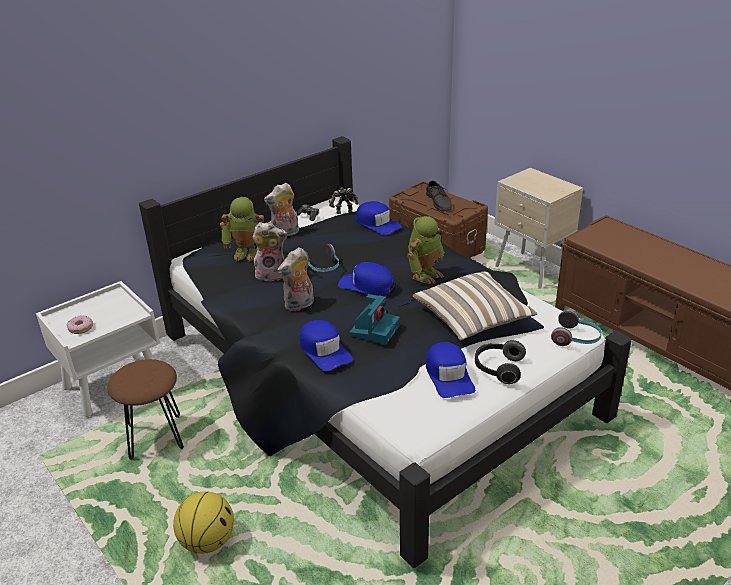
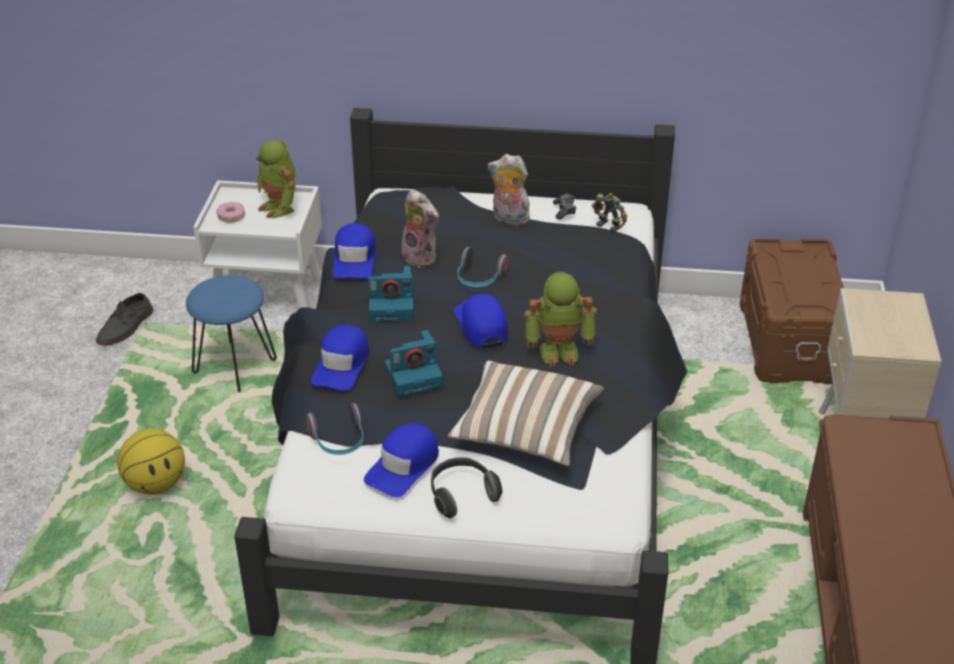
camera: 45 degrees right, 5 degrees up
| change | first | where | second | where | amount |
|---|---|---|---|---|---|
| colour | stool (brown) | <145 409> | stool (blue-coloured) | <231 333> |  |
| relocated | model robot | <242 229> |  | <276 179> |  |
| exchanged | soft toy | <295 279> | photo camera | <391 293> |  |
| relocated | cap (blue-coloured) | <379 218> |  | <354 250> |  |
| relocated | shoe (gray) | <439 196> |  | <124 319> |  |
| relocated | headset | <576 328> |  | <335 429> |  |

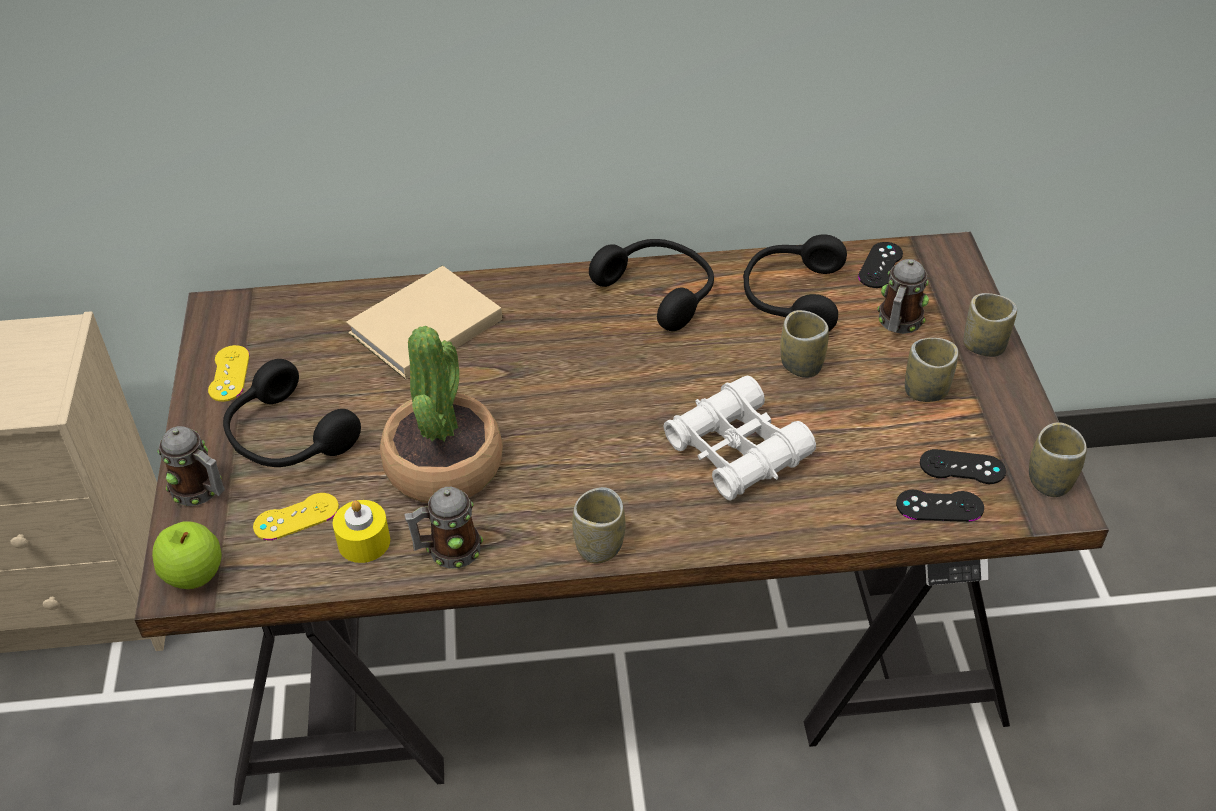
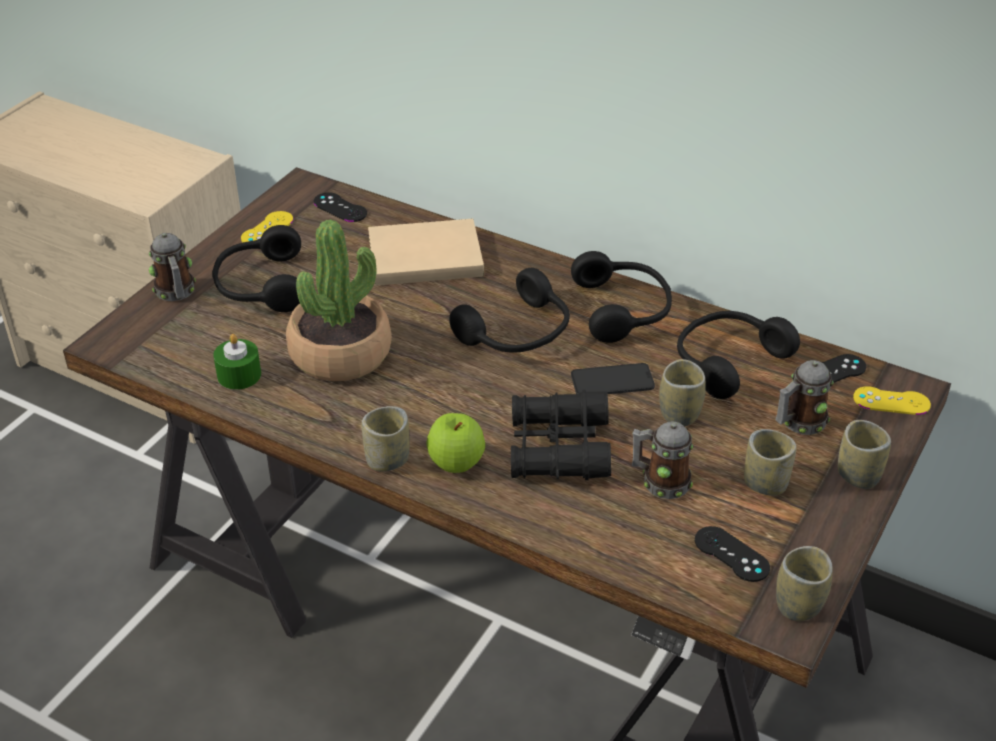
camera: 35 degrees right, 5 degrees down
| change | first | where | second | where | amount |
|---|---|---|---|---|---|
| relocated | apple fruit | <187 555> |  | <456 443> |  |
| relocated | joypad (yellow) | <296 516> |  | <892 400> |  |
| colour | wax light (yellow) | <361 531> | wax light (green-coloured) | <237 362> |  |
| relocated | coffee mug | <443 528> |  | <662 460> |  |
| colour | pair of binoculars (whitish) | <739 438> | pair of binoculars (black-coloured) | <561 435> |  |
| relocated | joypad (black-coloured) | <940 506> |  | <340 207> |  |
| appeared |  |  | headset (black-coloured) | <509 310> |  |
| appeared |  |  | phone | <613 378> |  |

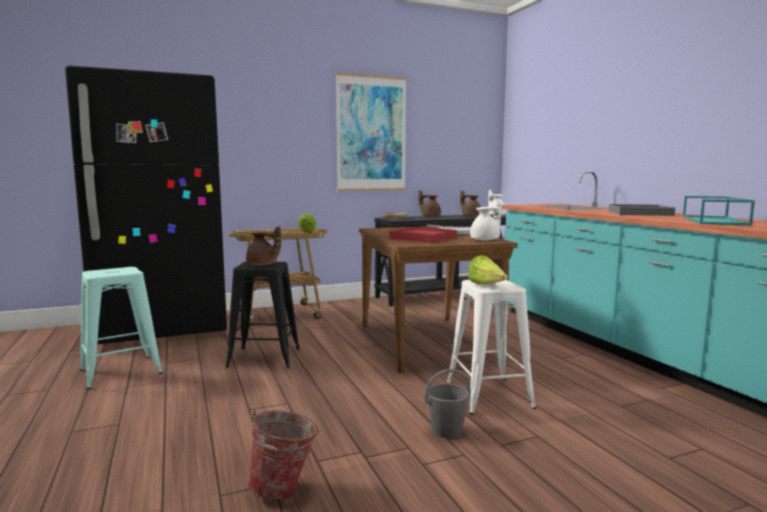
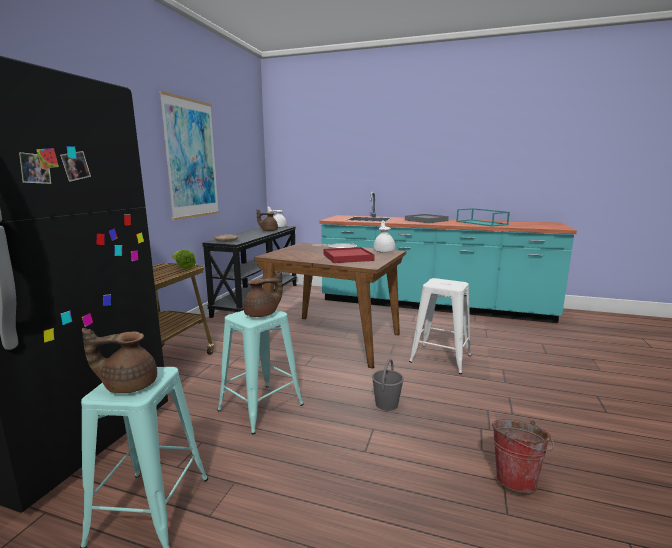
camera: 50 degrees left, 5 degrees up
| change | first | where | second | where | amount |
|---|---|---|---|---|---|
| colour | stool (black-coloured) | <262 315> | stool (turquoise) | <260 372> |  |
| relocated | tea pot (brown) | <430 203> |  | <119 360> |  |
| relocated | bucket (gray) | <448 403> |  | <388 385> |  |
| missing | lettuce | <488 270> |  |  |  |

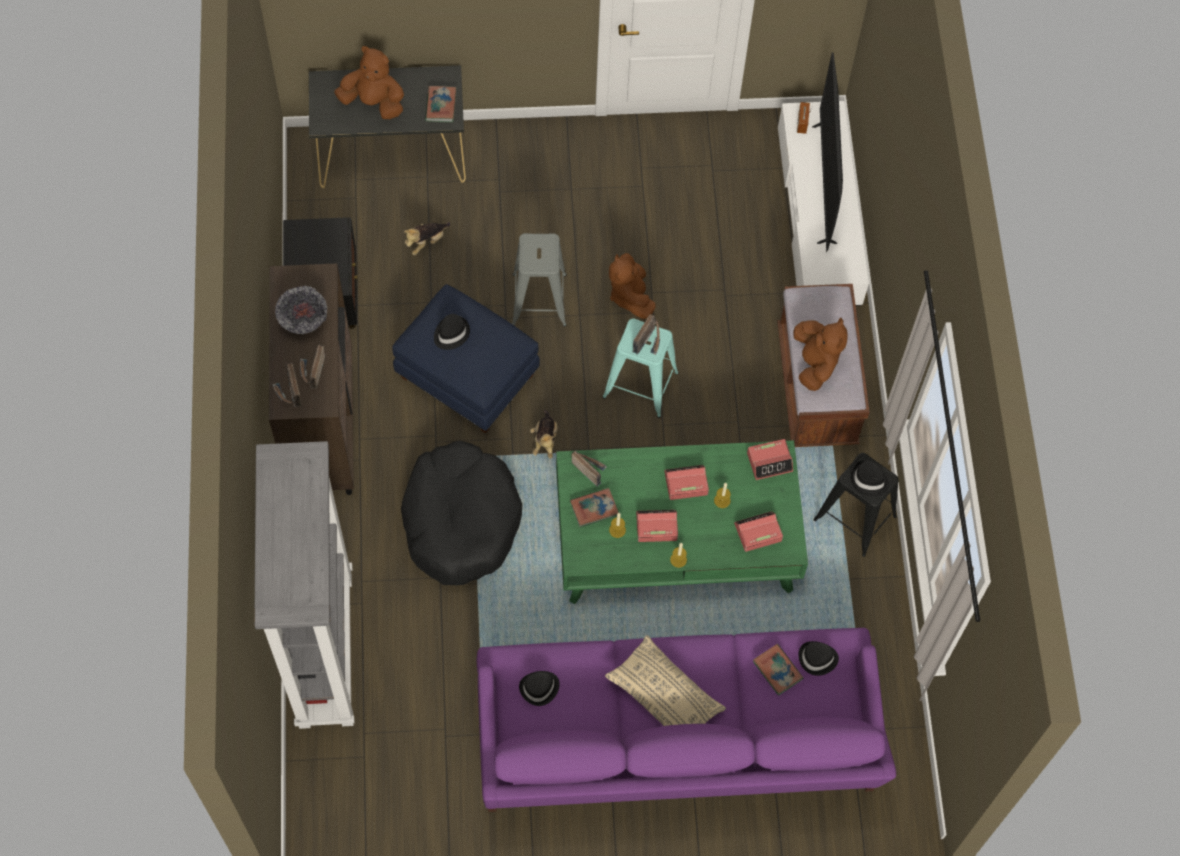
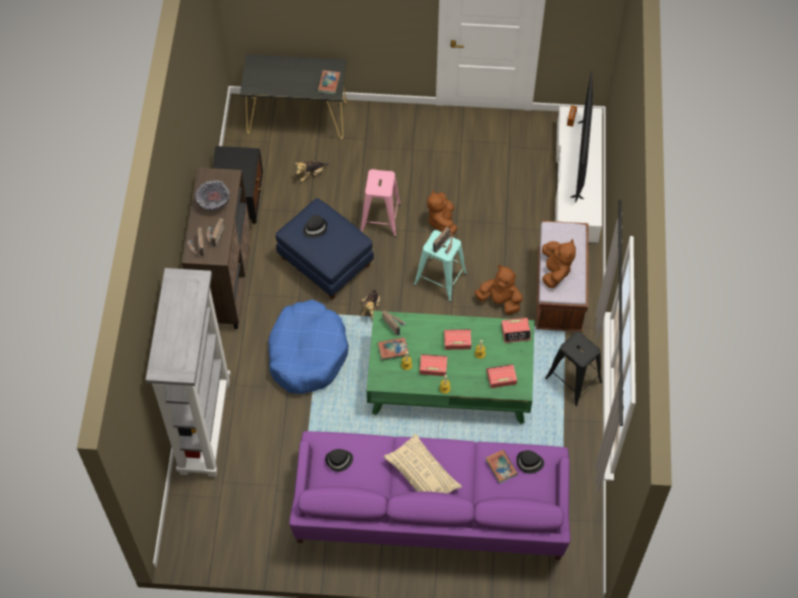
camera: 10 degrees right, 5 degrees down
| change | first | where | second | where | amount |
|---|---|---|---|---|---|
| relocated | soft toy (brown) | <369 82> |  | <499 289> |  |
| colour | pet bed (black-coloured) | <461 512> | pet bed (blue-coloured) | <308 347> |  |
| colour | stool (gray) | <539 280> | stool (pinkish) | <381 203> |  |
| missing | clothing hat (black-coloured) | <870 478> |  |  |  |

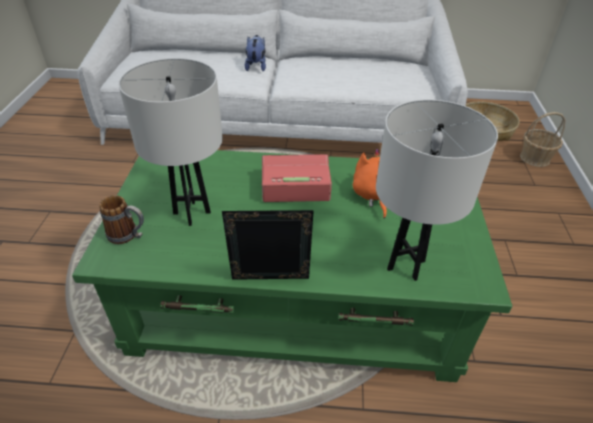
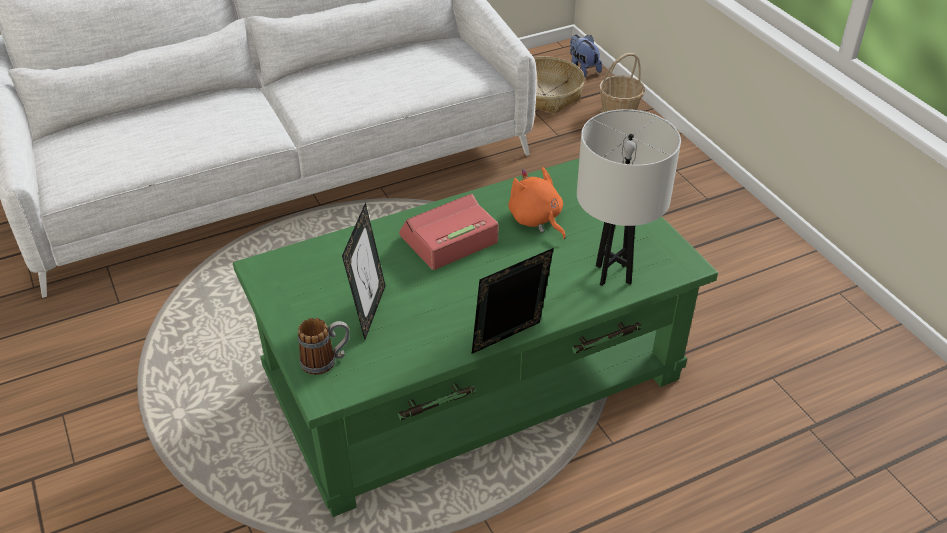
camera: 30 degrees left, 0 degrees up
| change | first | where | second | where | amount |
|---|---|---|---|---|---|
| exchanged | table lamp (whitish) | <171 142> | standing frame | <364 270> |  |
| relocated | soft toy | <255 53> |  | <586 56> |  |

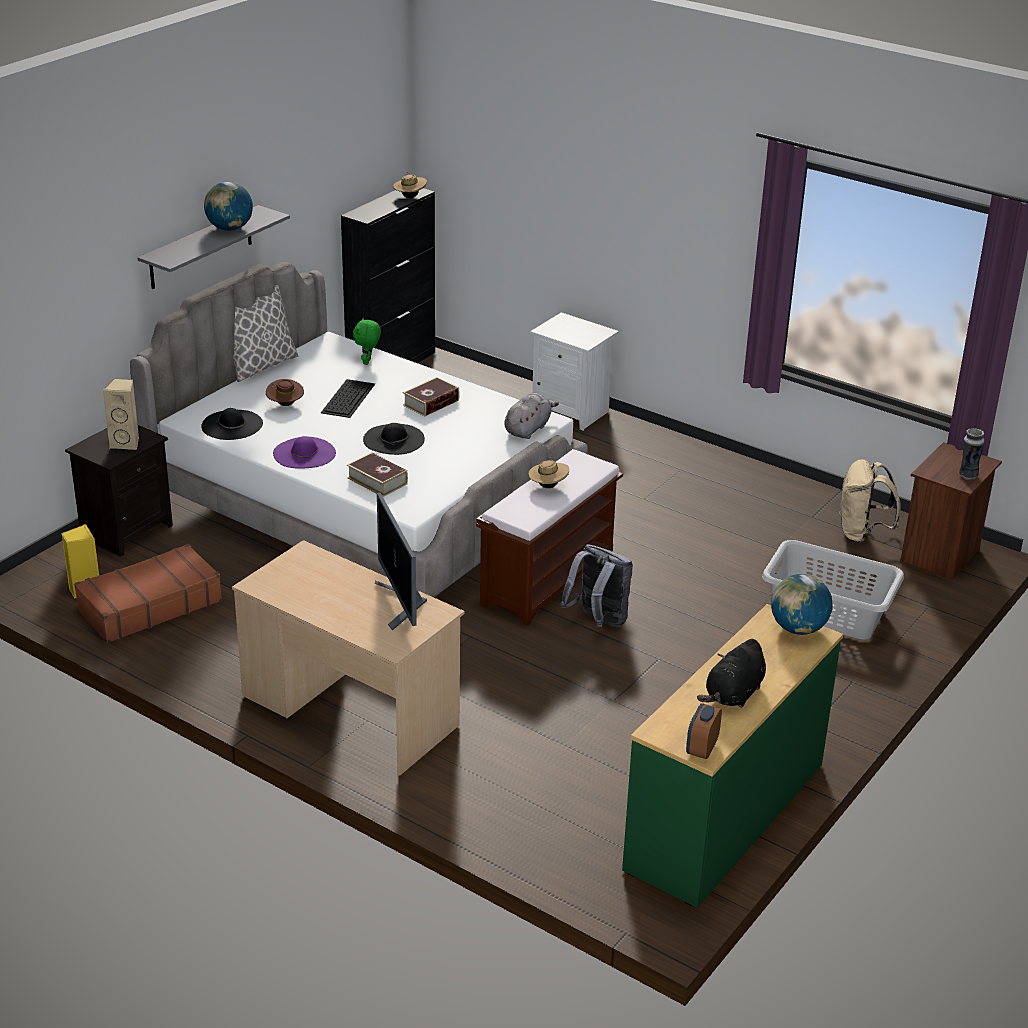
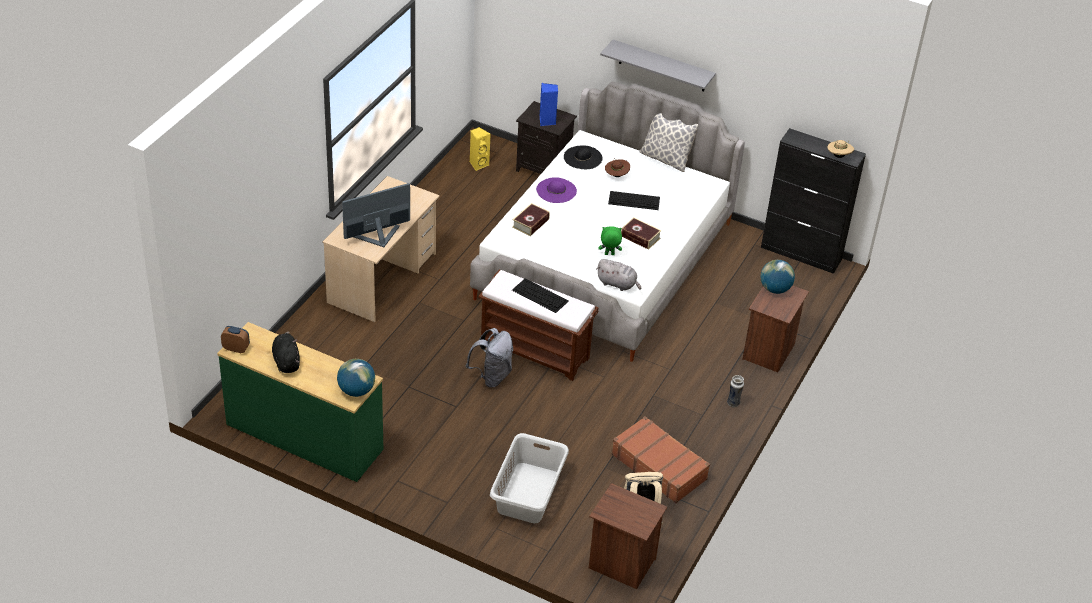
camera: 80 degrees right, 10 degrees up
| change | first | where | second | where | amount |
|---|---|---|---|---|---|
| relocated | piece of luggage (brown) | <148 593> |  | <660 459> |  |
| colour | loudspeaker (beige-coloured) | <120 414> | loudspeaker (blue-coloured) | <549 104> |  |
| relocated | desk globe | <228 206> |  | <777 277> |  |
| relocated | soft toy (green-coloured) | <367 341> |  | <610 240> |  |
| missing | clothing hat (black-coloured) | <394 439> |  |  |  |
| exchanged | clothing hat (beige-coloured) | <548 473> | PC keyboard | <540 296> |  |
| colour | nightstand (whitish) | <574 371> | nightstand (brown) | <775 328> |  |
| spun | soft toy (black-coloured) | <731 673> |  | <286 352> | 45 degrees clockwise |
| relocated | vase | <971 454> |  | <735 391> |  |

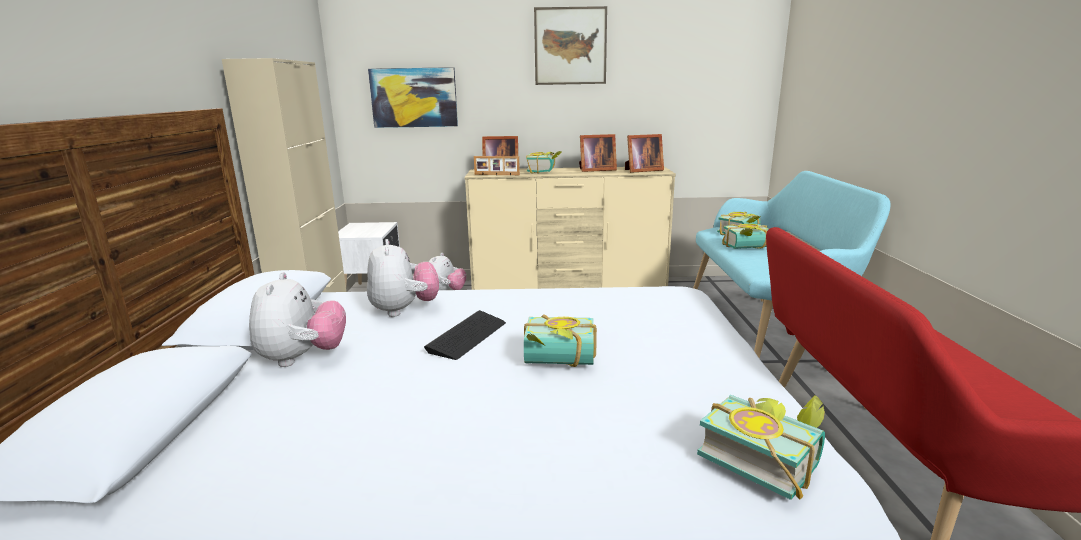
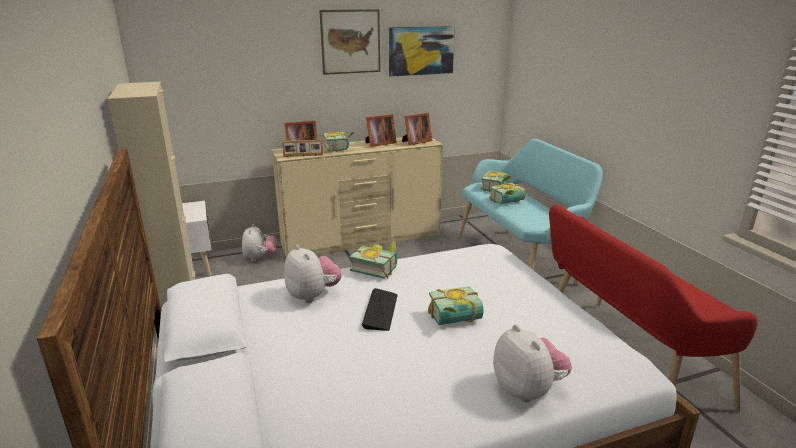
camera: 20 degrees left, 5 degrees up
| change | first | where | second | where | amount |
|---|---|---|---|---|---|
| relocated | soft toy | <297 319> |  | <532 363> |  |
| relocated | wall picture | <413 97> |  | <422 51> |  |
| relocated | bound book | <761 447> |  | <373 260> |  |

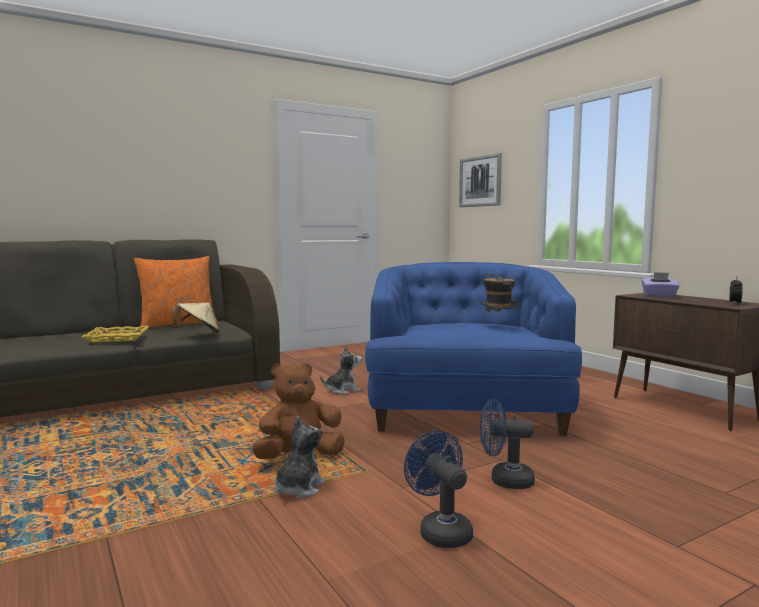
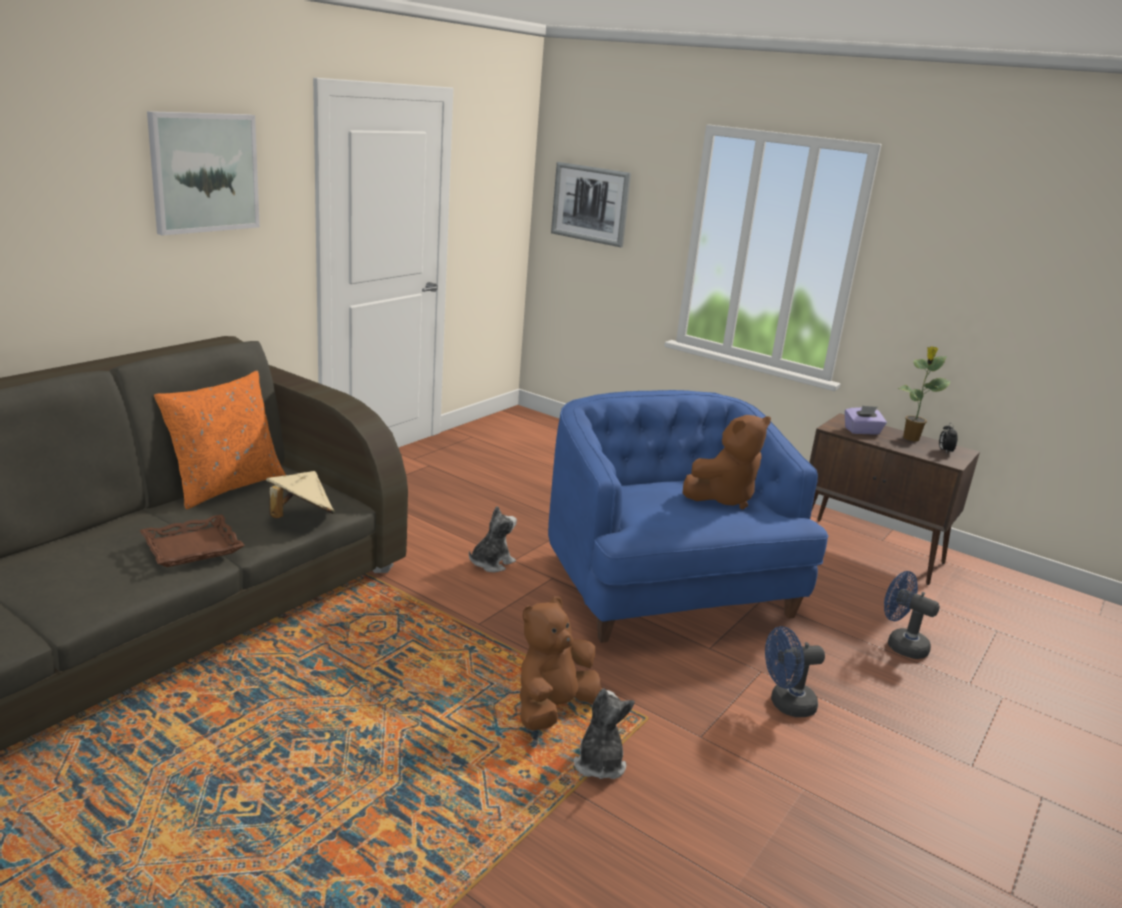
camera: 25 degrees left, 15 degrees up
| change | first | where | second | where | amount |
|---|---|---|---|---|---|
| colour | serving tray (yellow) | <115 334> | serving tray (brown) | <192 541> |  |
| relocated | electric fan (blue-coloured) | <438 489> |  | <912 615> |  |
| exchanged | clothing hat | <499 297> | soft toy (brown) | <727 462> |  |
| appeared |  |  | wall picture | <203 173> |  |
| appeared |  |  | houseplant | <924 393> |  |

